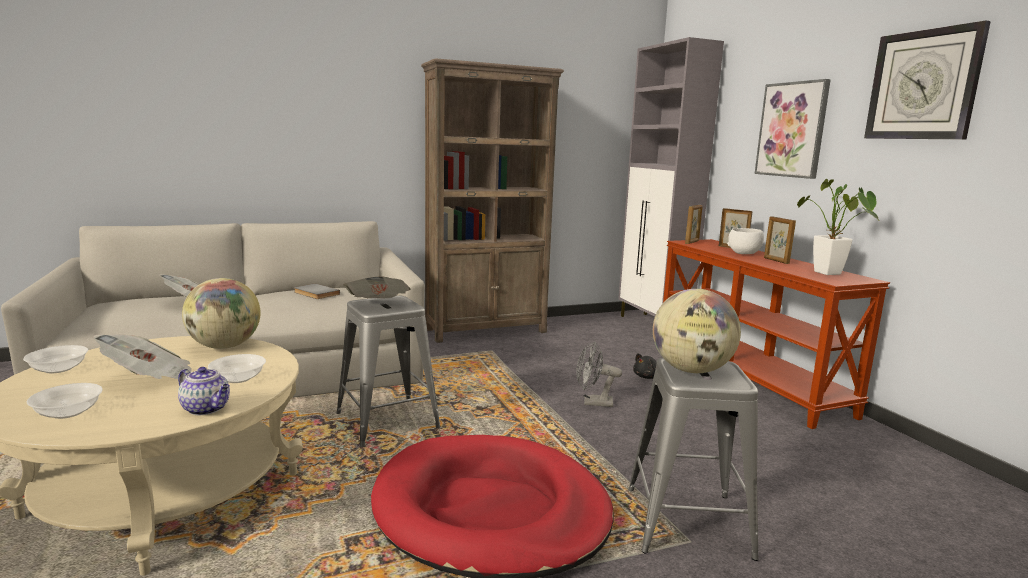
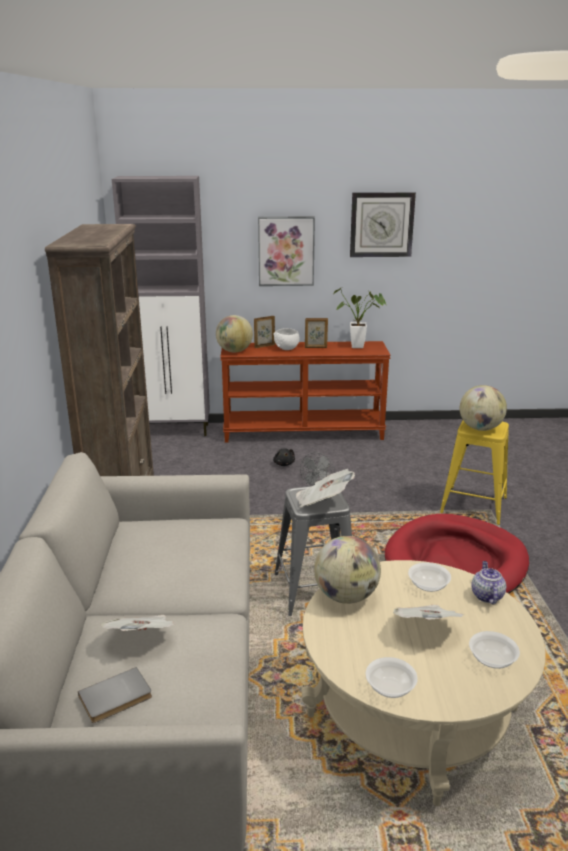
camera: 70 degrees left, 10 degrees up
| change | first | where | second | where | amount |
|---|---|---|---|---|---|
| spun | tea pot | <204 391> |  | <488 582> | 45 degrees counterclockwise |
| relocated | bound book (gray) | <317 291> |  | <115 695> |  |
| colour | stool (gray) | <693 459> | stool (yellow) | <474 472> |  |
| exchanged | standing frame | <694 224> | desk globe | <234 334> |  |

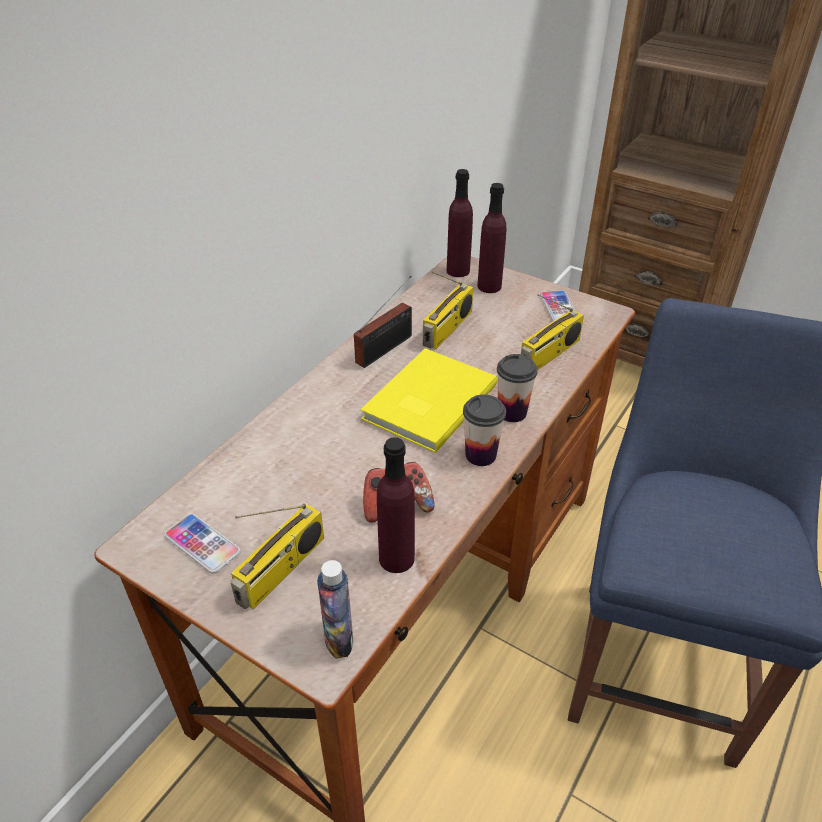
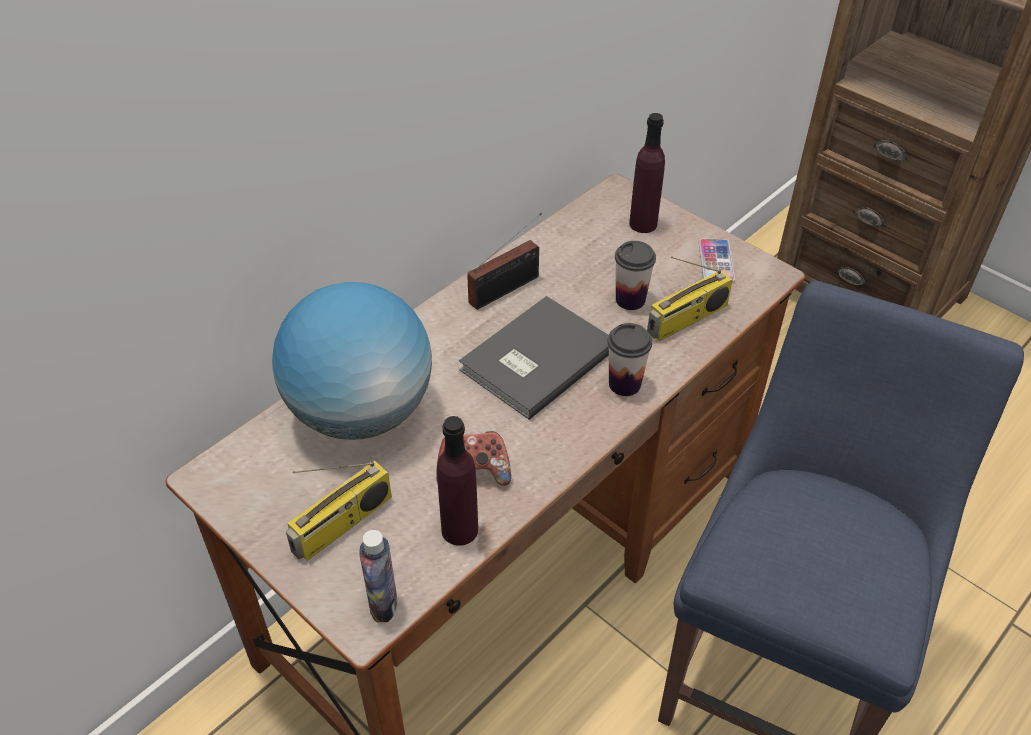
camera: 10 degrees right, 5 degrees up
| change | first | where | second | where | amount |
|---|---|---|---|---|---|
| missing | phone | <202 544> |  |  |  |
| colour | bound book (yellow) | <428 400> | bound book (gray) | <534 358> |  |
| missing | radio | <448 311> |  |  |  |
| missing | bottle (purplish) | <460 223> |  |  |  |
| relocated | drinking cup | <484 430> |  | <635 275> |  |
| appeared |  |  | desk globe | <352 361> |  |

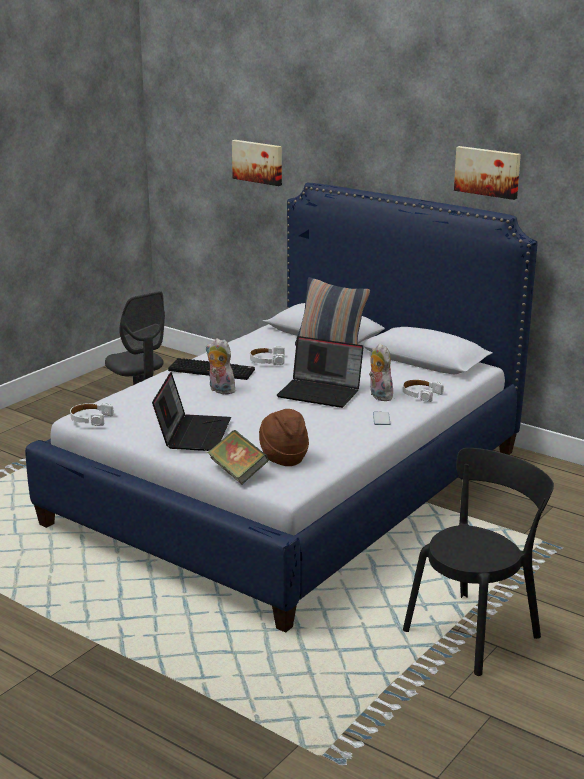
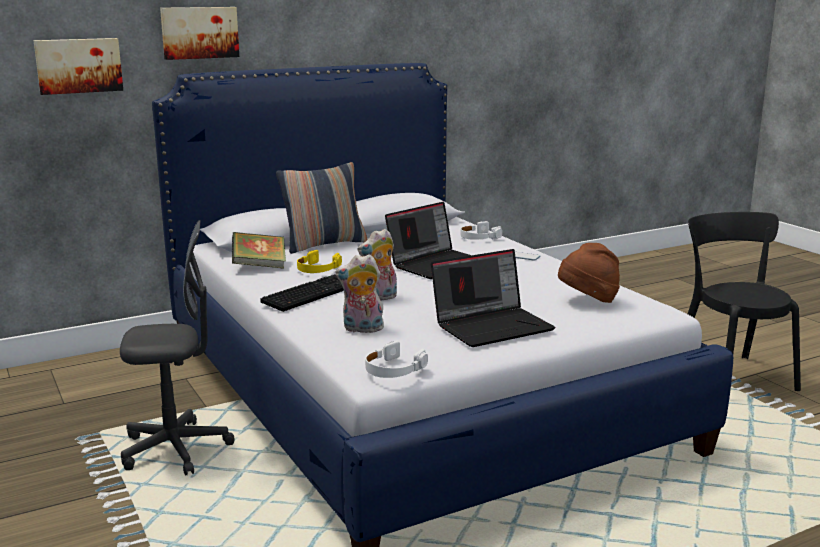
camera: 65 degrees left, 5 degrees down
| change | first | where | second | where | amount |
|---|---|---|---|---|---|
| spun | laptop | <191 411> |  | <493 298> | 120 degrees clockwise |
| relocated | bound book | <238 457> |  | <259 250> |  |
| colour | headset (whitish) | <267 355> | headset (yellow) | <319 261> |  |
| relocated | soft toy | <382 372> |  | <360 293> |  |
| relocated | wall picture | <487 173> |  | <199 33> |  |

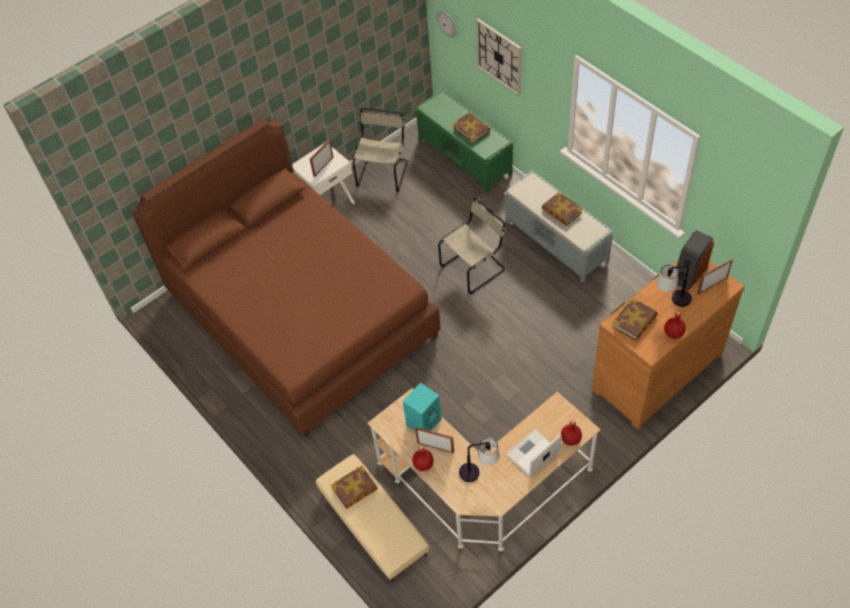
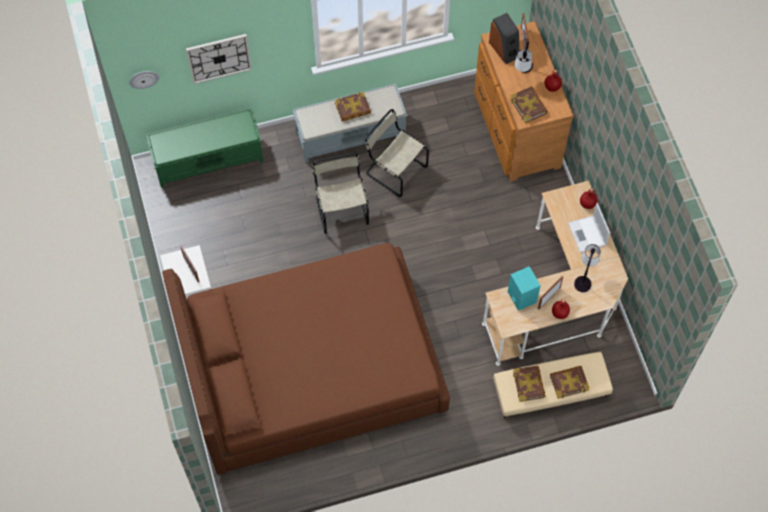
camera: 70 degrees left, 10 degrees up
| change | first | where | second | where | amount |
|---|---|---|---|---|---|
| relocated | chair (beige-coloured) | <380 150> |  | <397 153> |  |
| relocated | bound book | <471 128> |  | <570 382> |  |

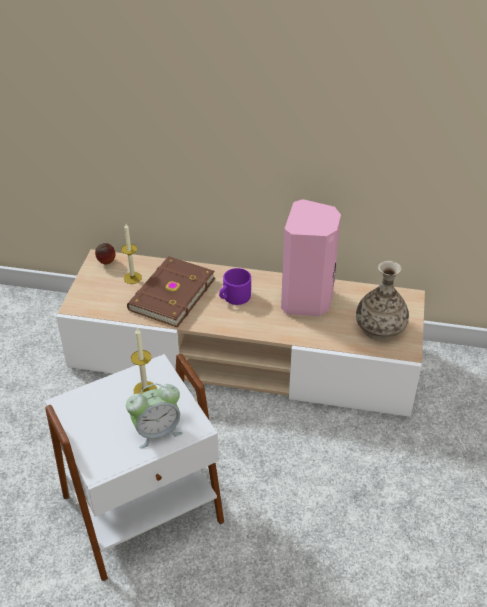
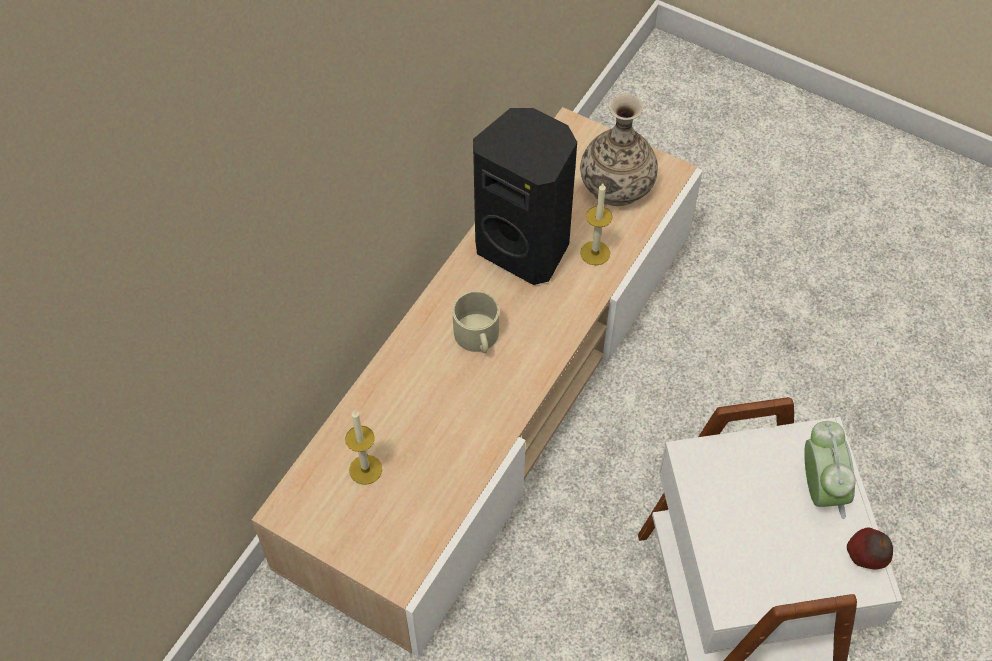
camera: 70 degrees left, 15 degrees up
| change | first | where | second | where | amount |
|---|---|---|---|---|---|
| relocated | apple fruit | <105 253> |  | <870 548> |  |
| missing | bound book (brown) | <171 291> |  |  |  |
| relocated | wax light | <144 361> |  | <596 224> |  |
| colour | coffee mug (purplish) | <235 286> | coffee mug (beige-coloured) | <475 322> |  |
| colour | loudspeaker (pinkish) | <311 257> | loudspeaker (black-coloured) | <525 196> |  |

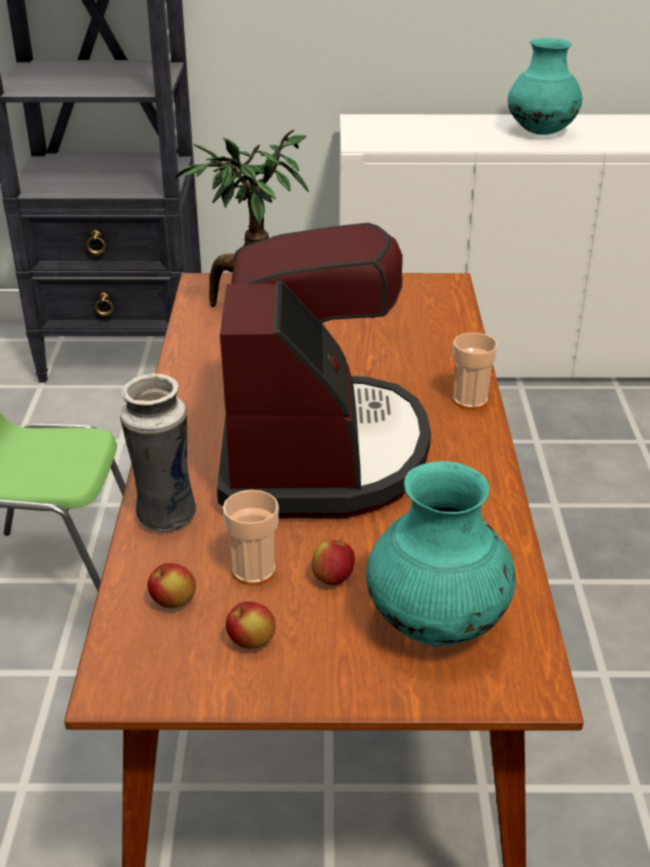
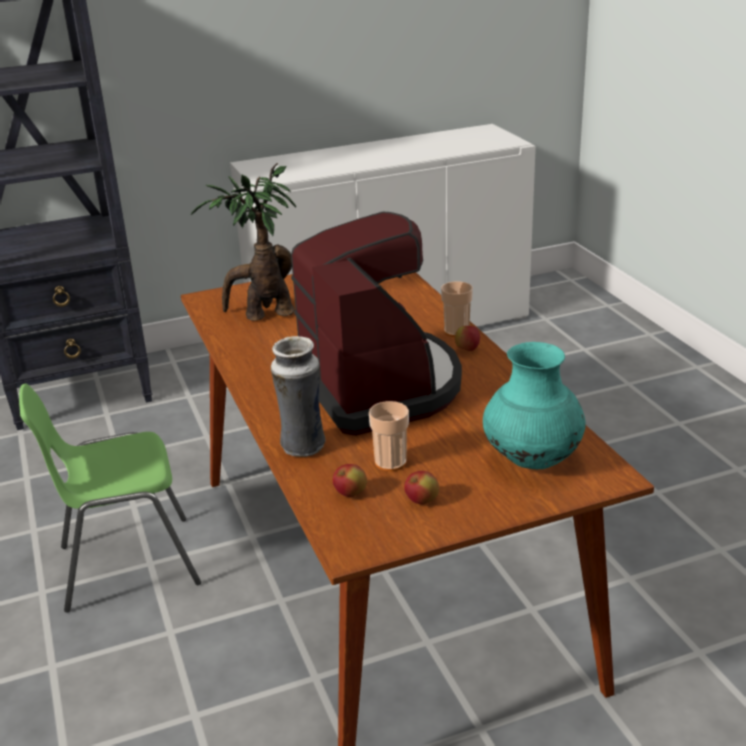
camera: 20 degrees left, 5 degrees down
| change | first | where | second | where | amount |
|---|---|---|---|---|---|
| relocated | apple fruit | <333 562> |  | <467 338> |  |
| missing | vase (turquoise) | <545 86> |  |  |  |

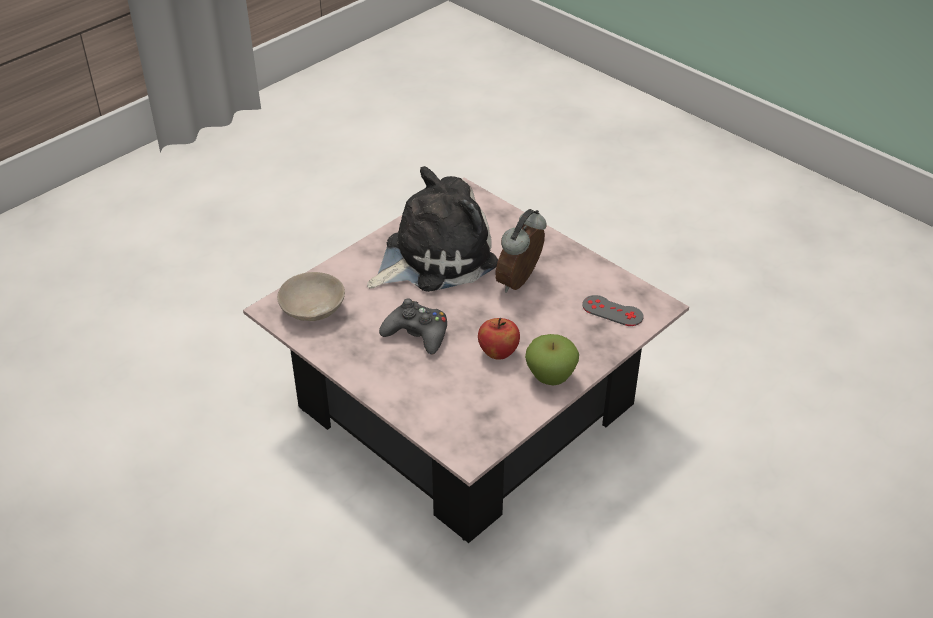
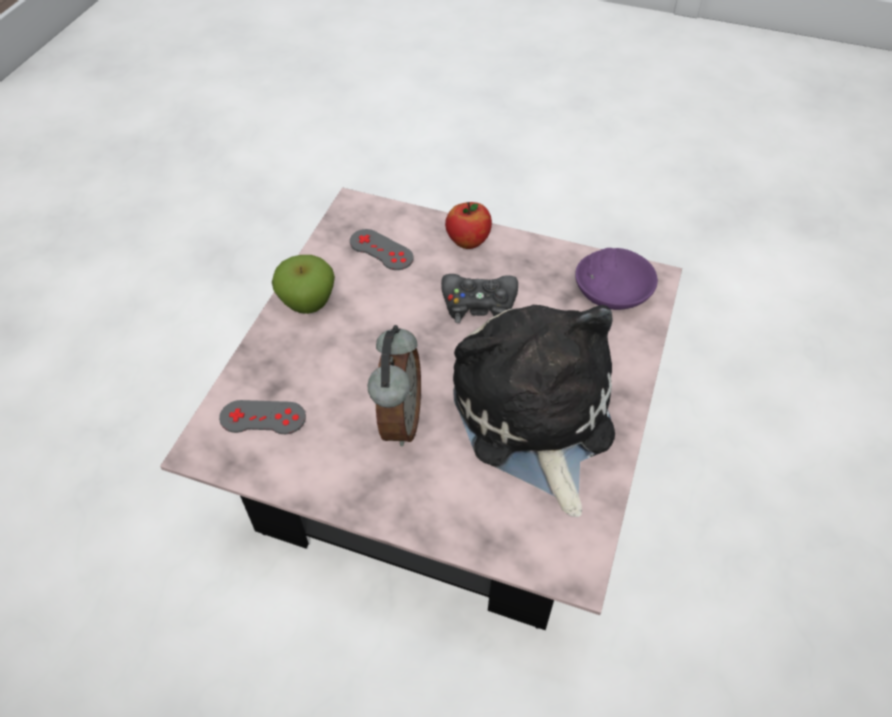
camera: 155 degrees right, 10 degrees up
| change | first | where | second | where | amount |
|---|---|---|---|---|---|
| colour | serving bowl (beige-coloured) | <311 296> | serving bowl (purplish) | <616 279> |  |
| spun | soft toy | <432 229> |  | <534 411> | 135 degrees clockwise |
| relocated | apple fruit | <499 339> |  | <468 225> |  |
| appeared |  |  | joypad (gray) | <382 249> |  |

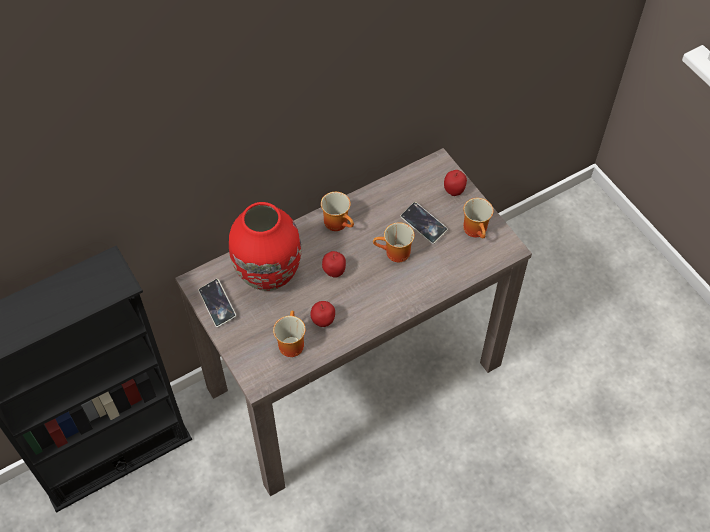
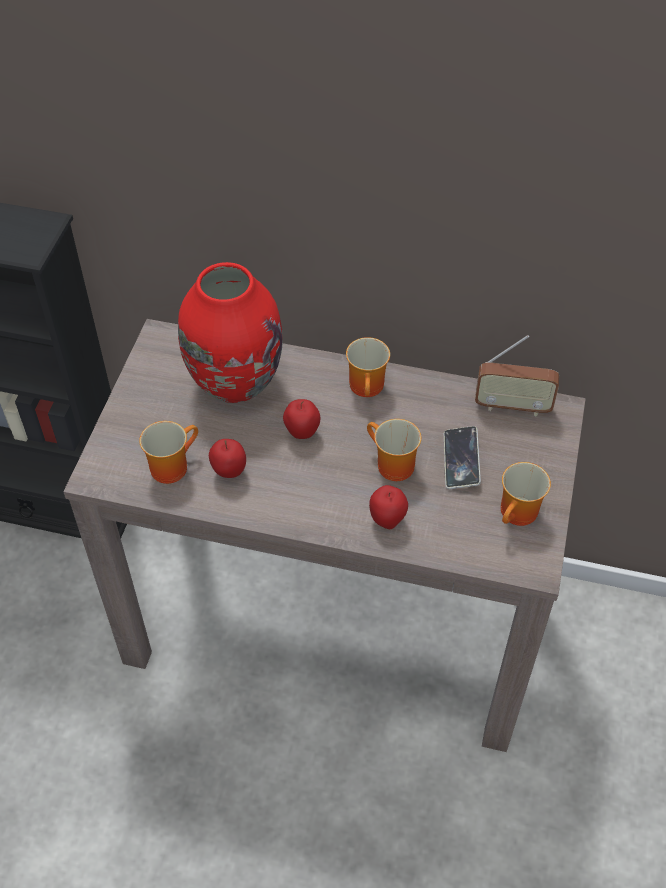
camera: 45 degrees right, 5 degrees down
| change | first | where | second | where | amount |
|---|---|---|---|---|---|
| missing | phone | <217 303> |  |  |  |
| relocated | apple fruit | <455 183> |  | <388 507> |  |
| appeared |  |  | radio | <517 375> |  |

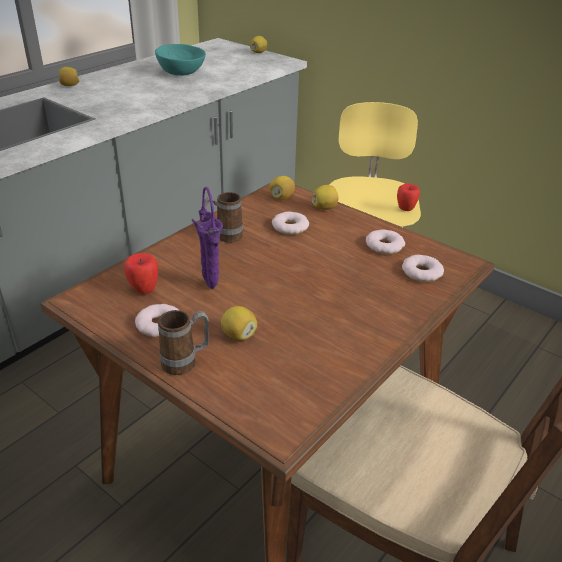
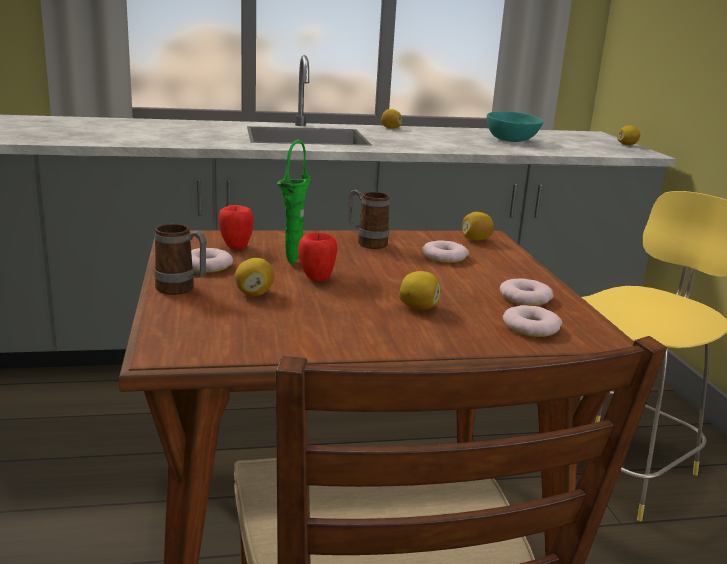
camera: 40 degrees right, 15 degrees down
| change | first | where | second | where | amount |
|---|---|---|---|---|---|
| colour | vase (purplish) | <207 238> | vase (green-coloured) | <294 202> |  |
| relocated | whole lemon | <325 197> |  | <420 290> |  |
| relocated | apple fruit | <408 197> |  | <317 257> |  |

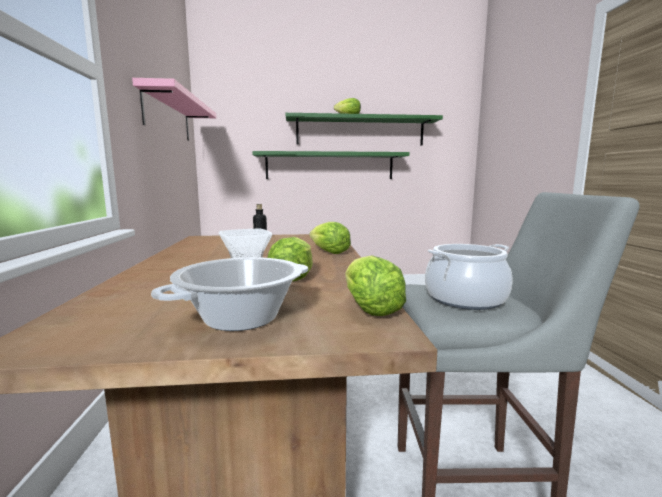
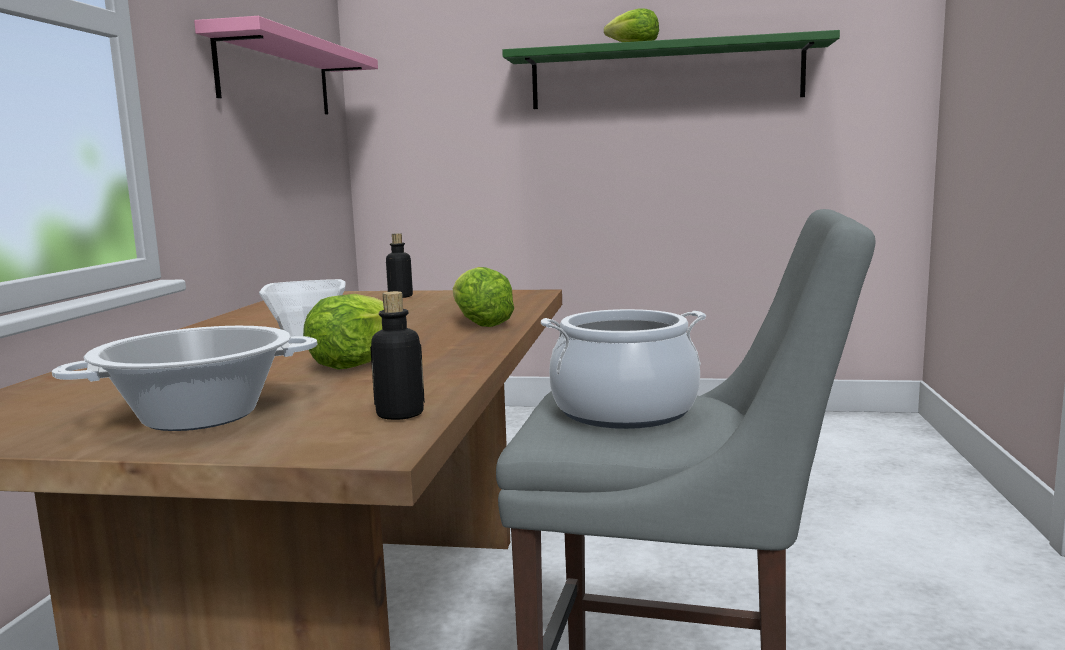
camera: 15 degrees right, 0 degrees up
| change | first | where | second | where | amount |
|---|---|---|---|---|---|
| missing | shelf (green-coloured) | <330 165> |  |  |  |
| exchanged | lettuce | <375 285> | bottle | <397 355> |  |

